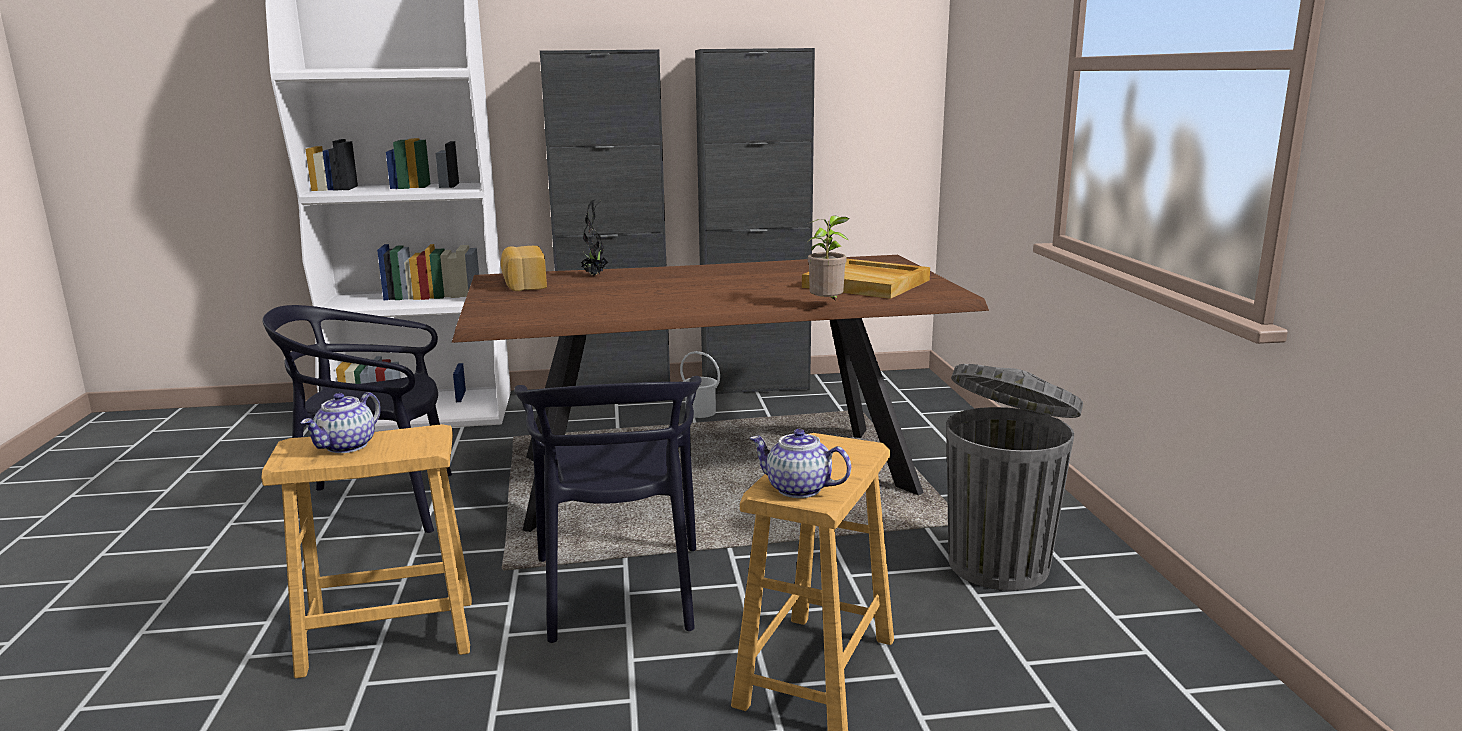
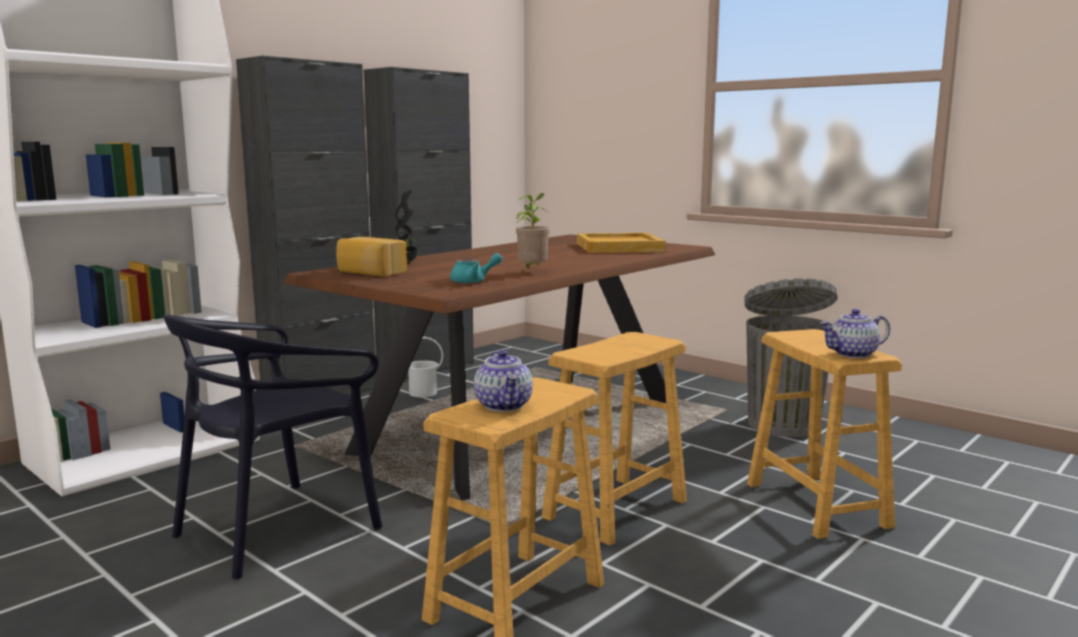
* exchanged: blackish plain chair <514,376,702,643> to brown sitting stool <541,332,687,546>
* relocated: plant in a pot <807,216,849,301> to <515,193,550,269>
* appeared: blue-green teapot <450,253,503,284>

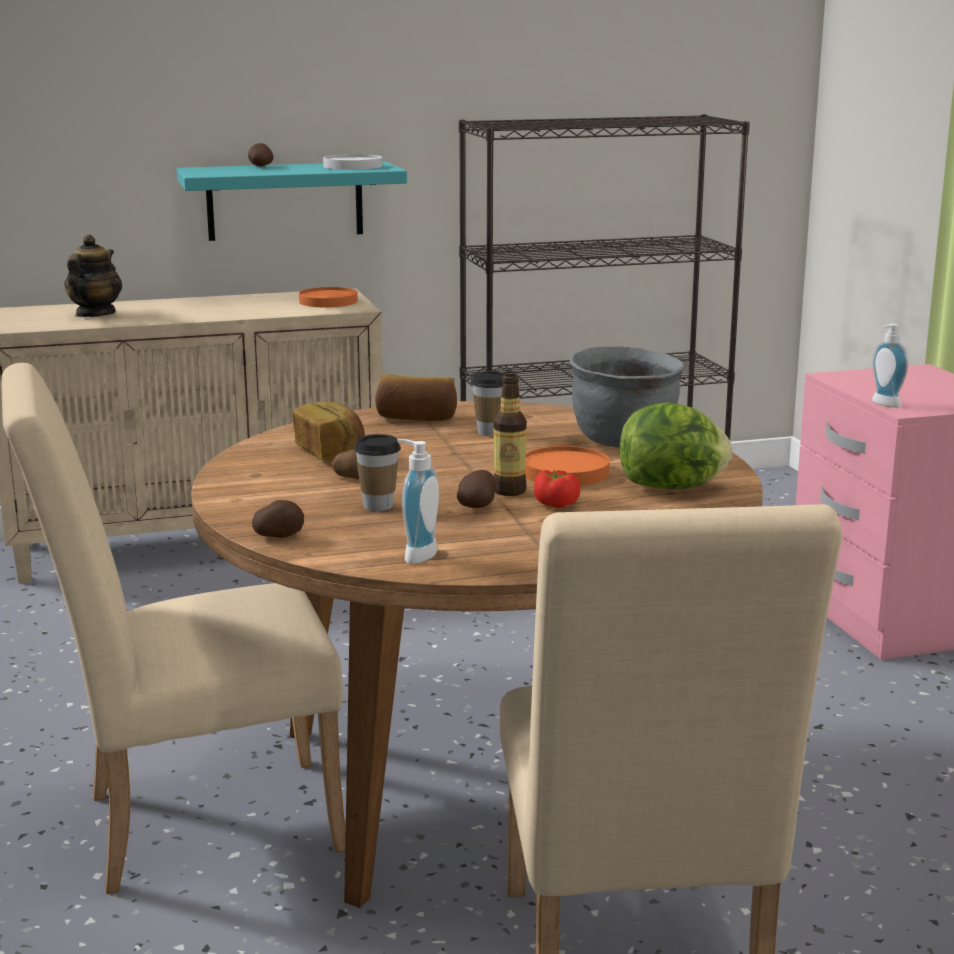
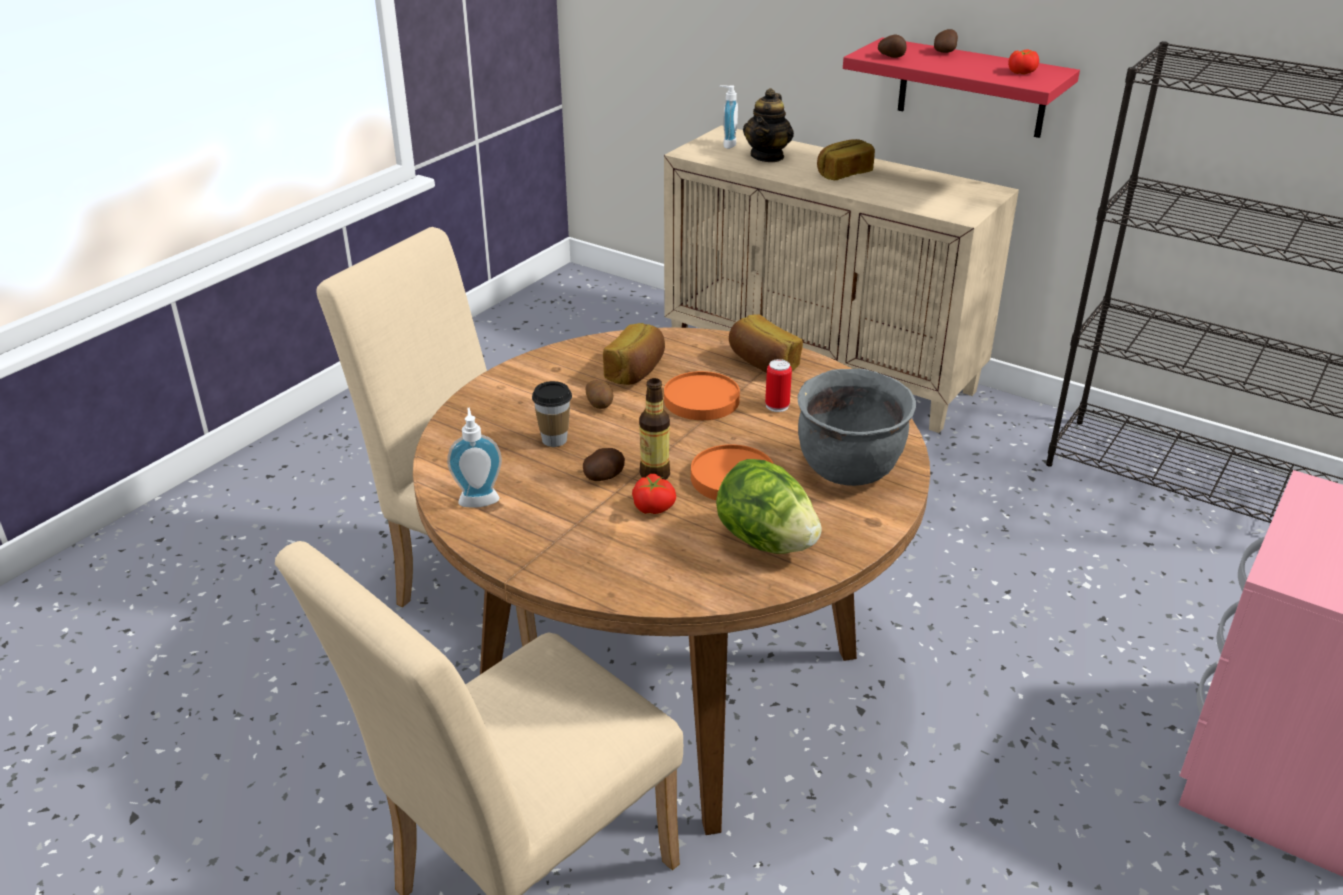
* spun: teapot <64,235,122,317> = <743,88,794,162> 135 degrees clockwise
* colour: blue-green shelf <177,161,407,241> to red shelf <843,37,1080,138>
* relocated: potato <252,500,304,538> to <878,34,907,58>
* relocated: orange-coloured flat dish <299,287,358,307> to <664,371,740,420>
* exchanged: white flat dish <323,154,382,170> to whole tomato <1008,49,1039,74>
* exchanged: cup <470,371,506,436> to can <765,359,792,412>
* relocated: liquid soap bottle <872,324,908,408> to <719,85,738,149>
* appeared: bakery bread <817,139,875,180>

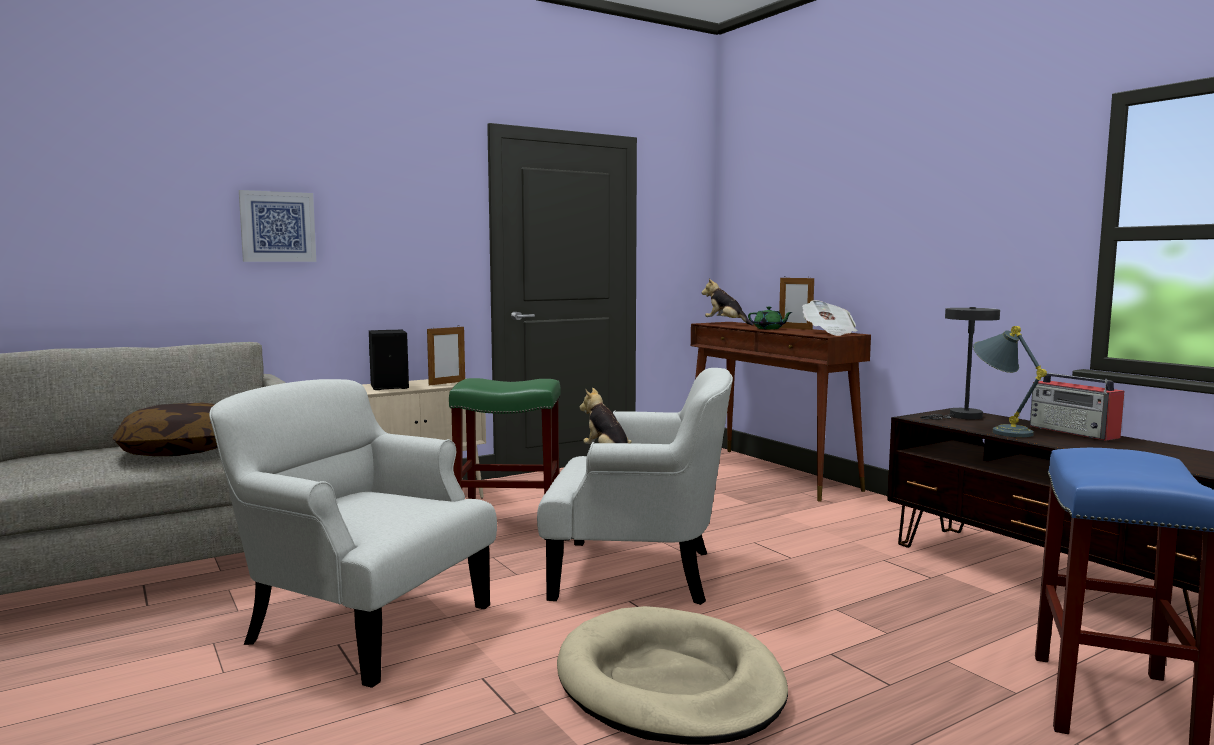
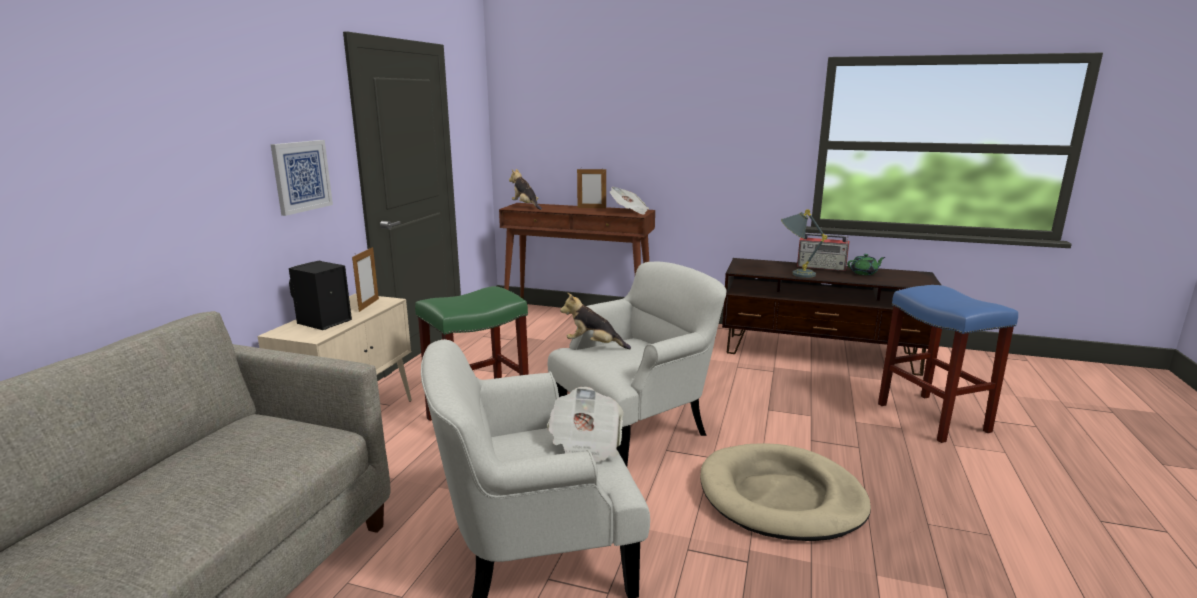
* missing: pillow <113,403,218,456>
* relocated: wall art <239,190,316,262> to <271,140,333,216>
* spun: soft toy <702,278,754,325> = <509,169,542,210> 45 degrees clockwise
* relocated: green teapot <748,307,792,330> to <847,254,885,275>
* missing: grey tabletop lamp <920,307,1000,420>
* appeared: daily paper <547,387,624,462>

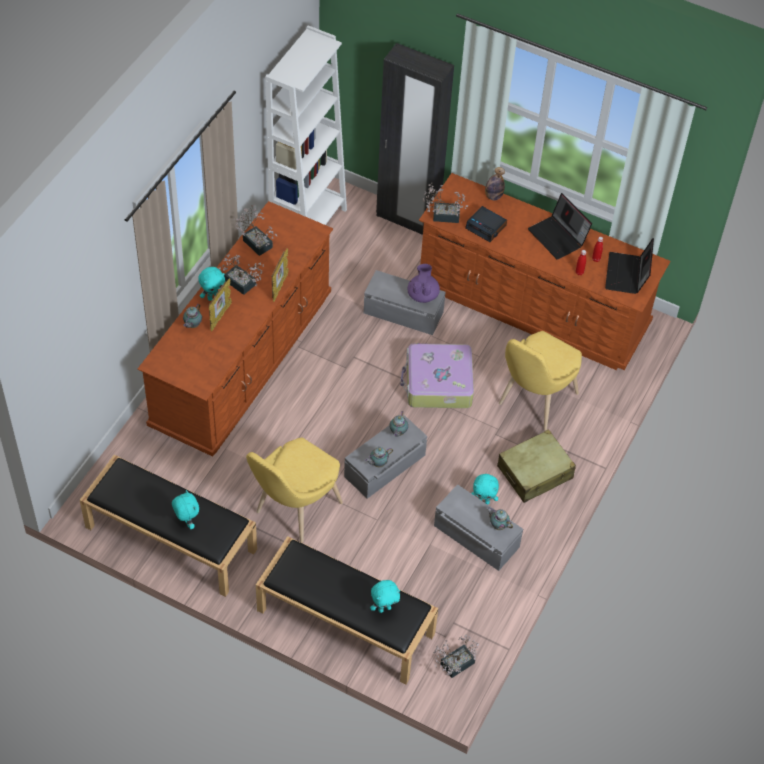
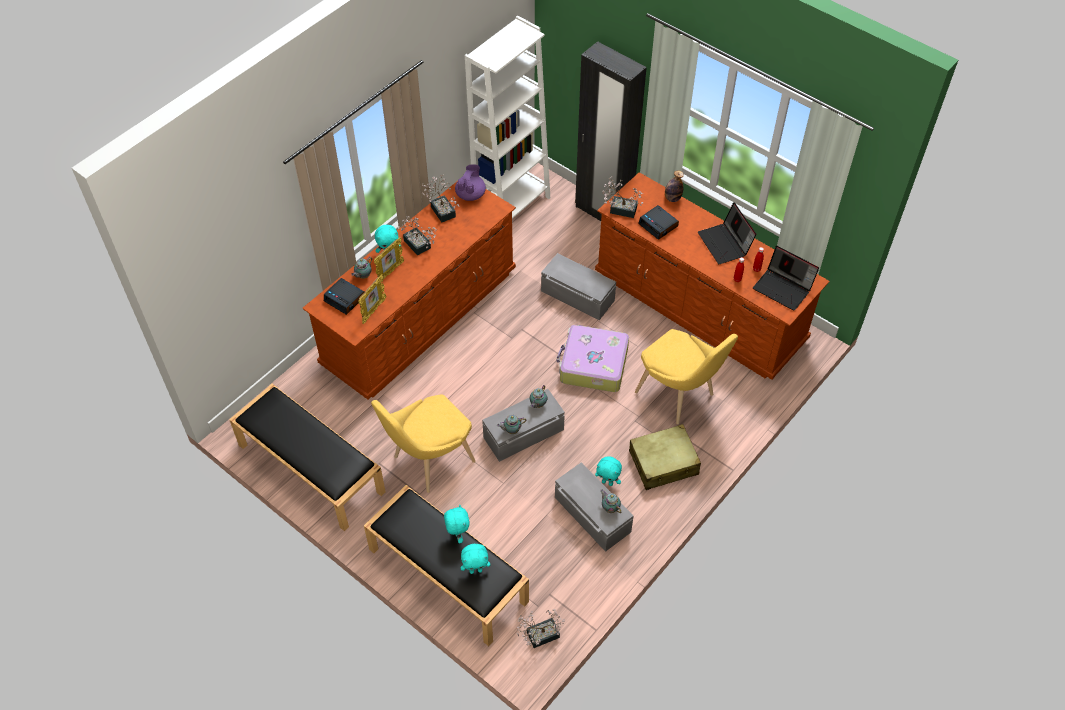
* relocated: blue-green soft toy <172,490,199,529> to <444,505,470,543>
* relocated: picture frame <272,248,289,302> to <358,274,386,324>
* relocated: purple-coloured teapot <408,264,440,303> to <455,164,486,201>
* spun: yellowish plain chair <499,331,582,430> = <635,329,738,424> 90 degrees counterclockwise
* spun: laptop <605,238,654,294> = <753,246,819,311> 75 degrees counterclockwise
* appeared: table clock <324,278,364,315>

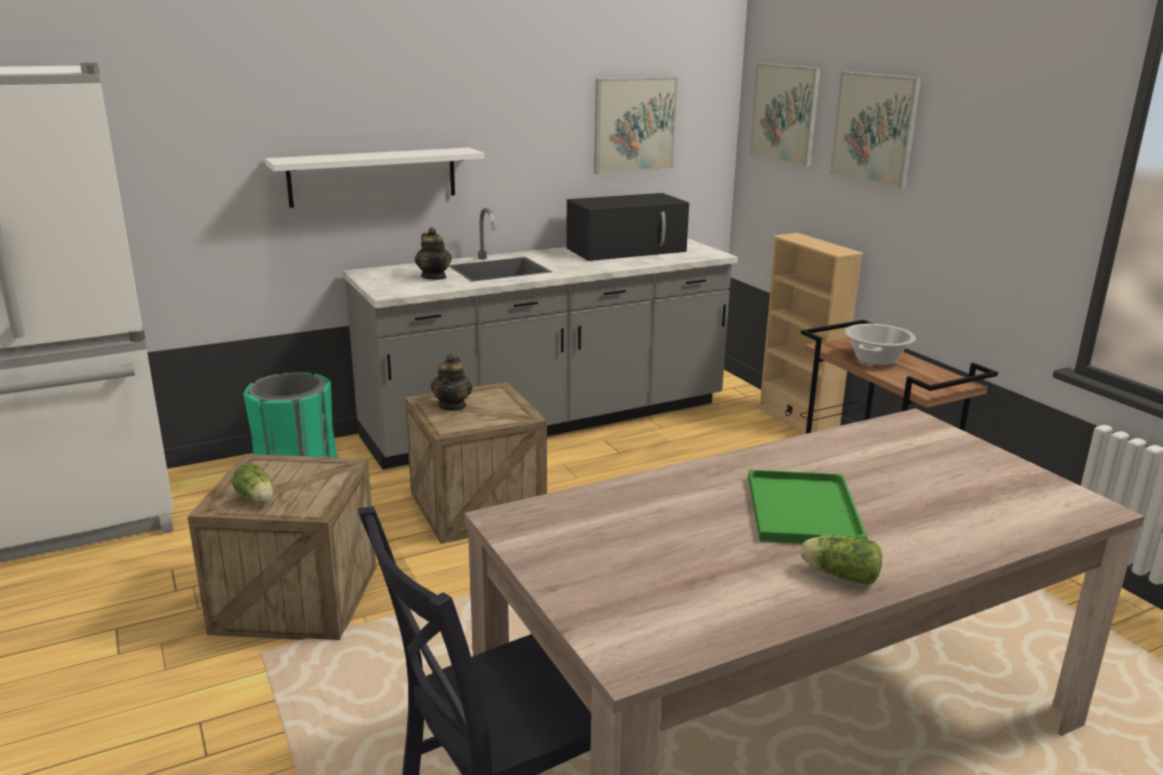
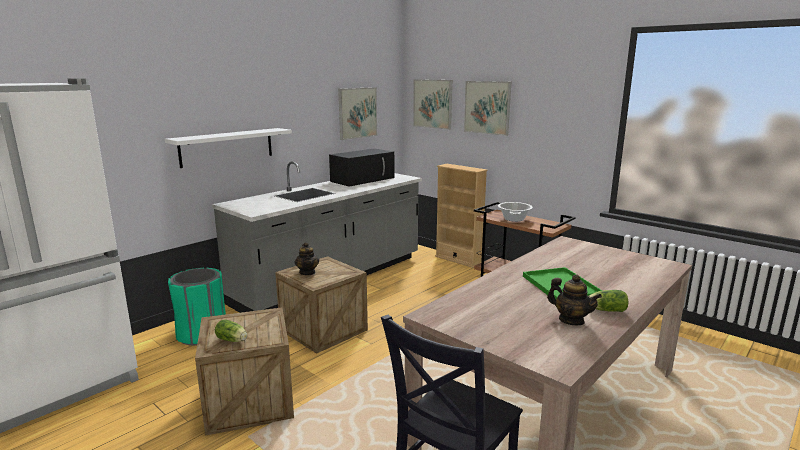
* relocated: teapot <415,228,452,280> to <547,274,602,325>

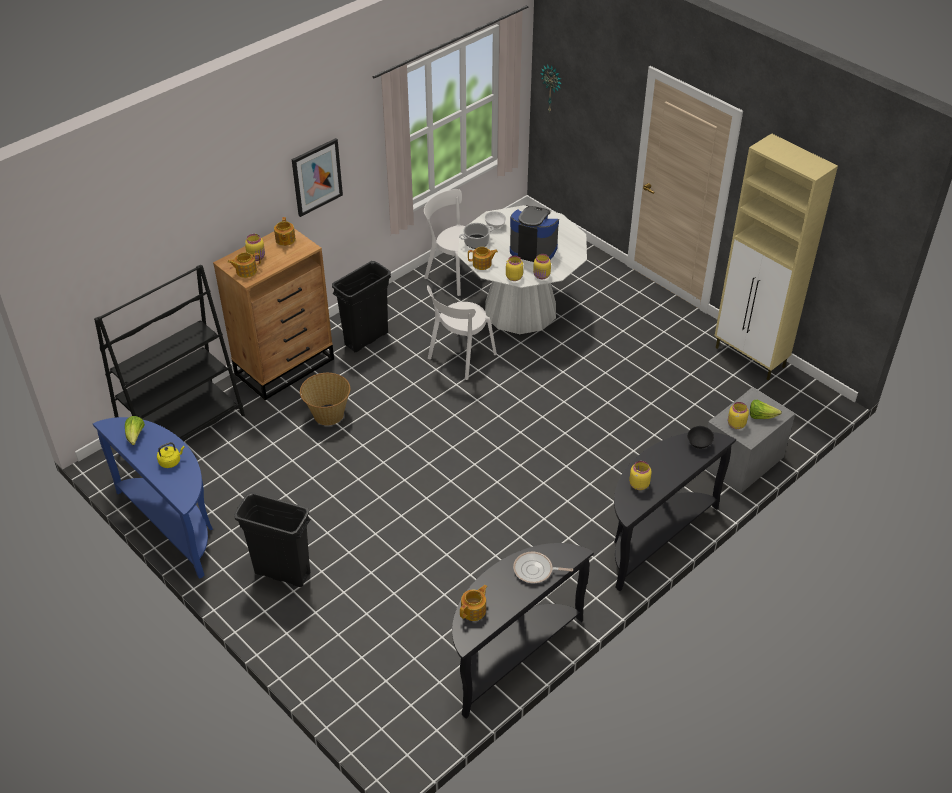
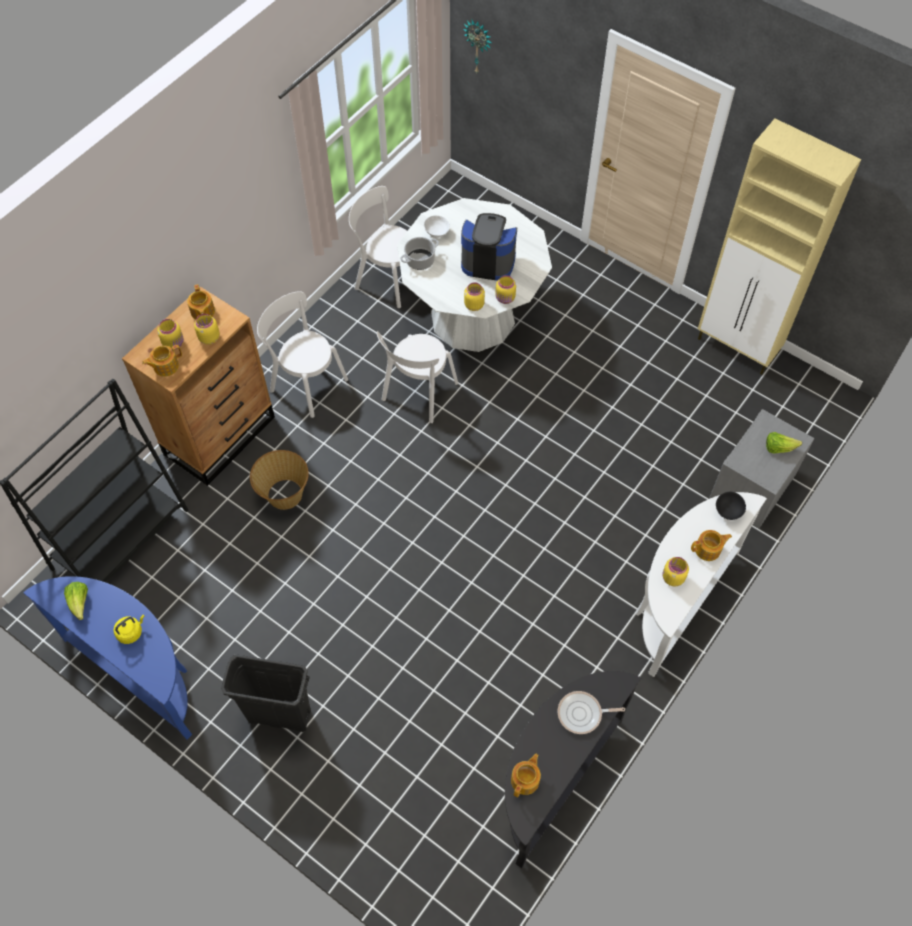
* missing: wall art <292,138,343,217>
* exchanged: blackish waste bin <332,261,391,352> to white plain chair <257,291,348,418>
* relocated: teapot <468,247,498,270> to <691,530,732,561>
* colour: blackish hall table <614,432,736,591> to white hall table <636,492,767,677>
* relocated: yellowish jar <728,402,749,429> to <194,314,220,345>

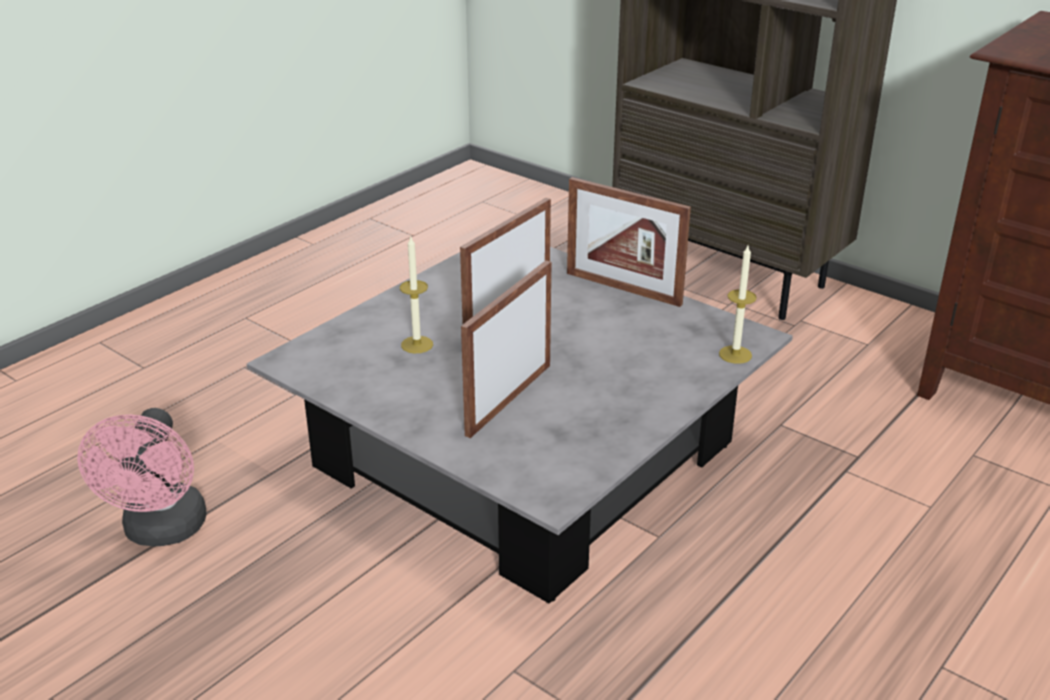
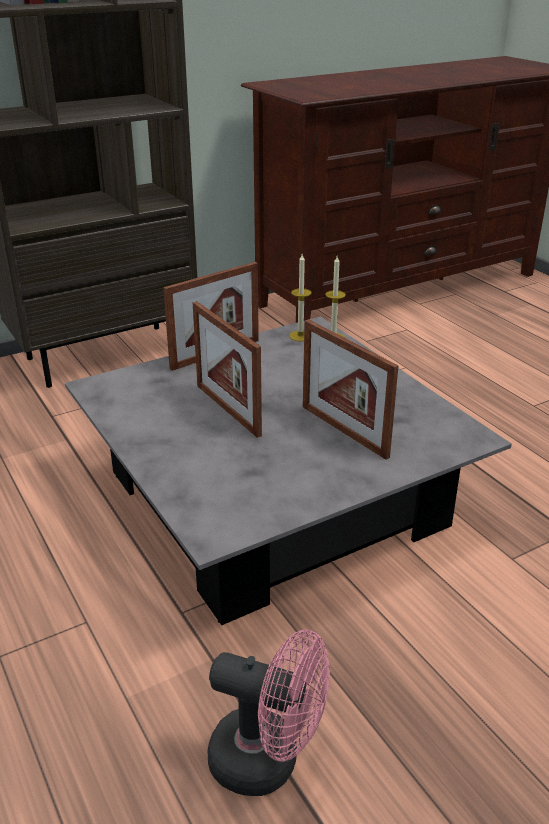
* relocated: candle <400,237,433,353> to <289,254,312,341>

